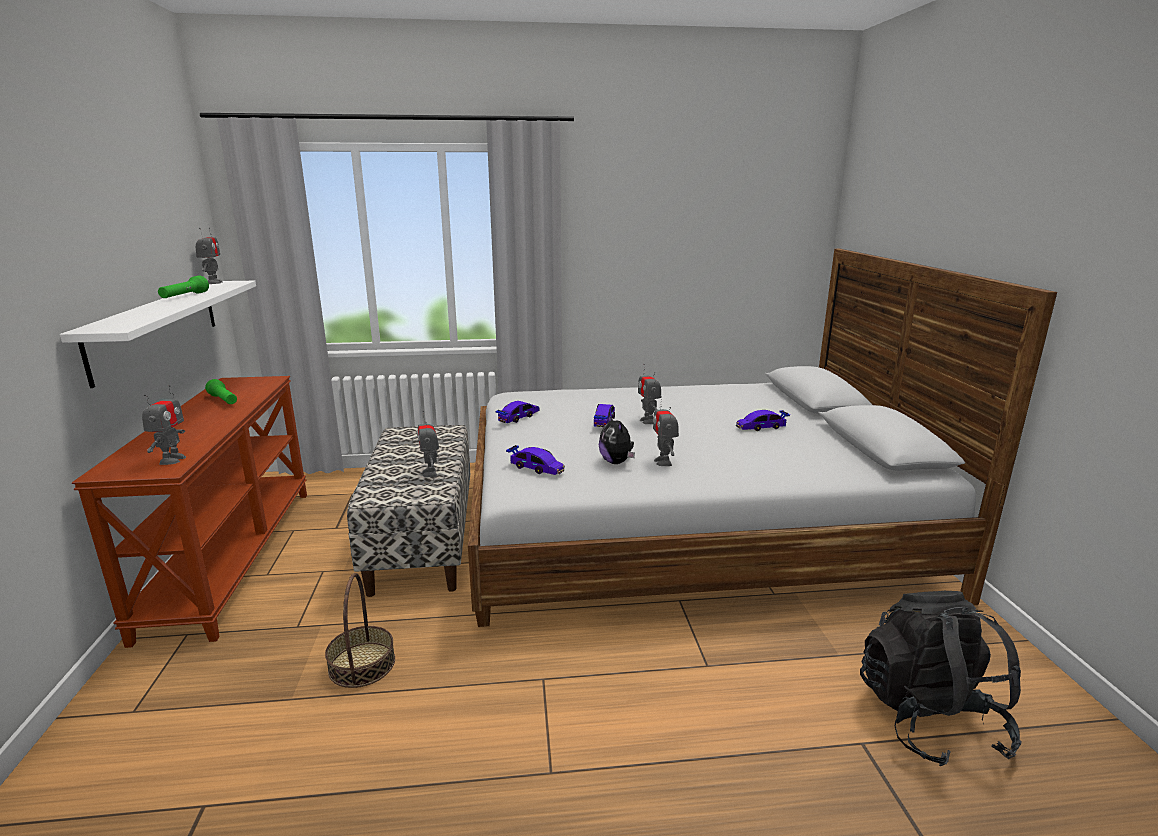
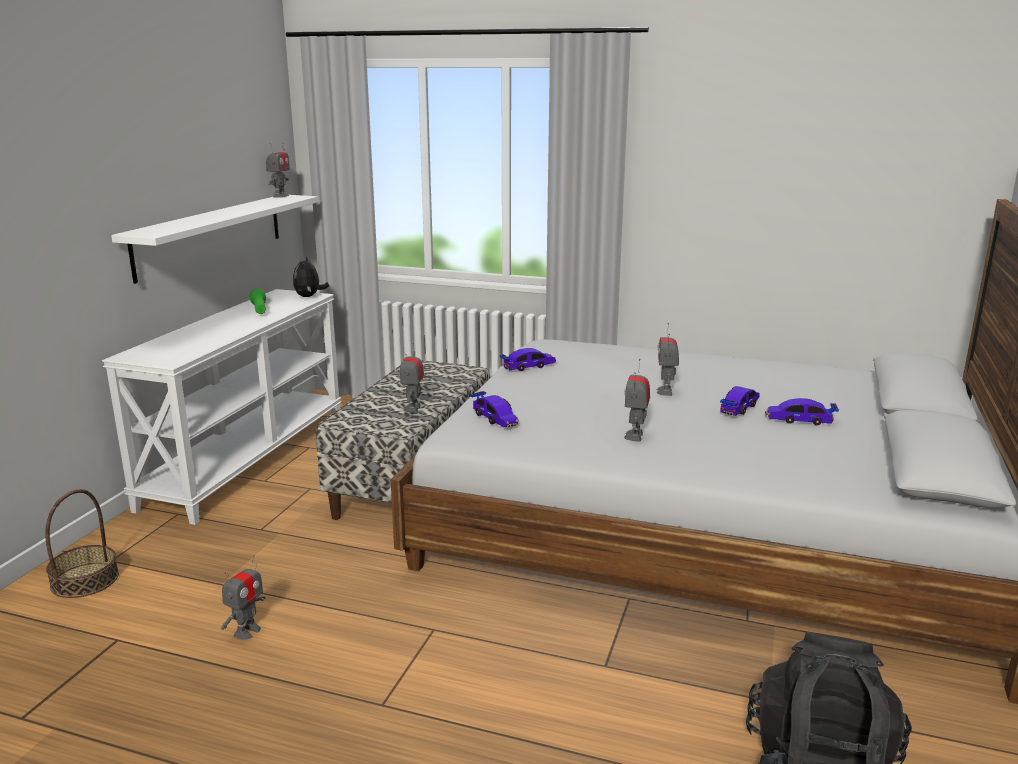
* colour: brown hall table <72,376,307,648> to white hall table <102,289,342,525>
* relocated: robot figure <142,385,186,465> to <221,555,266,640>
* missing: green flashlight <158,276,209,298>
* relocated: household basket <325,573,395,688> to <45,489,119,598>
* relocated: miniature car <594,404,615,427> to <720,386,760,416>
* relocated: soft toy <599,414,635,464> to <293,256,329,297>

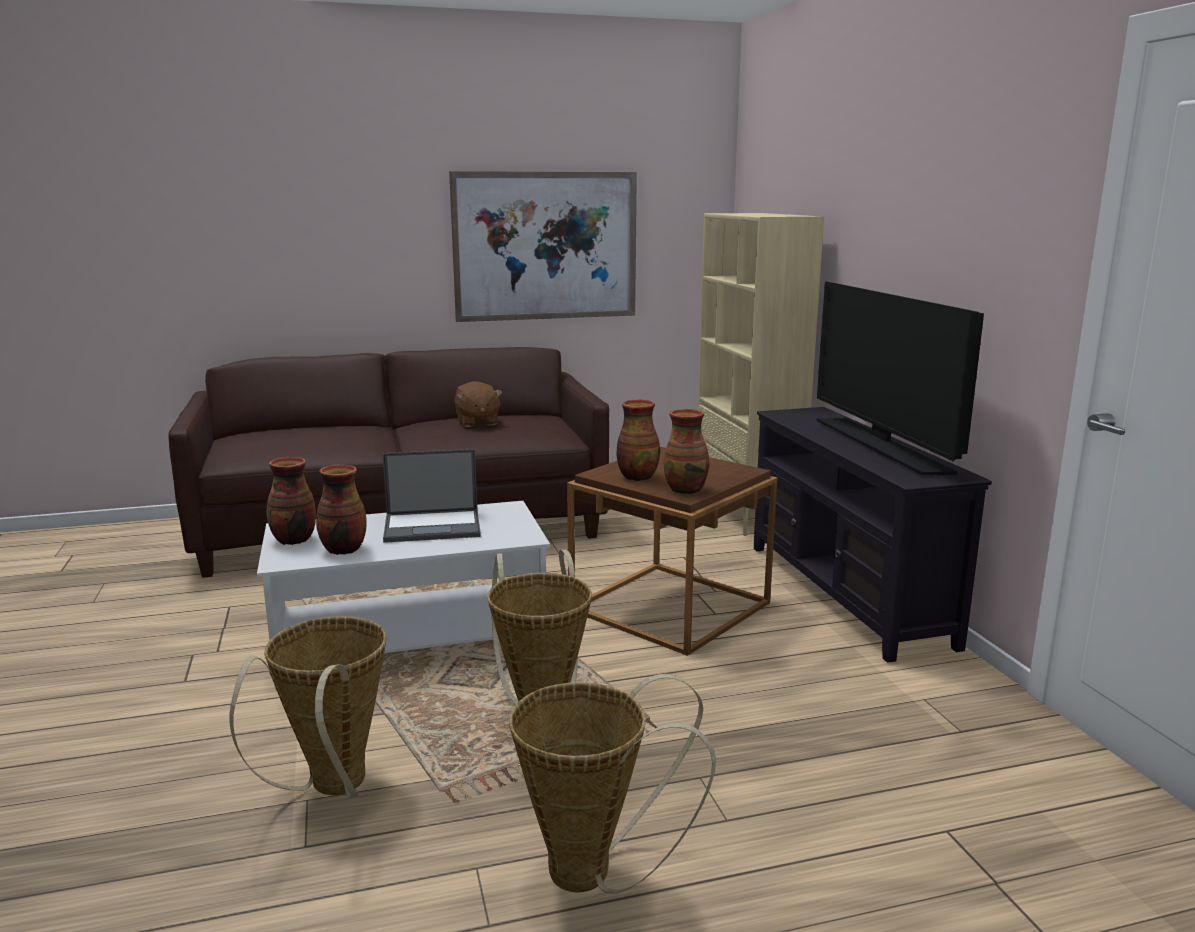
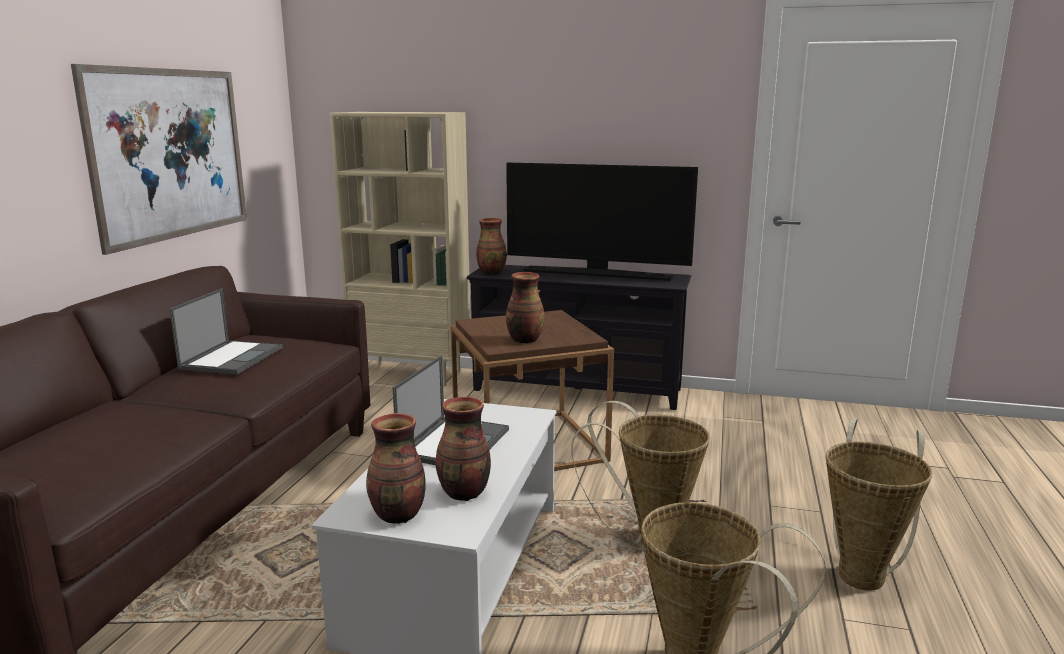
* exchanged: brown soft toy <454,381,503,427> to laptop <170,288,283,375>
* relocated: decorative vase <664,409,709,494> to <476,218,507,274>

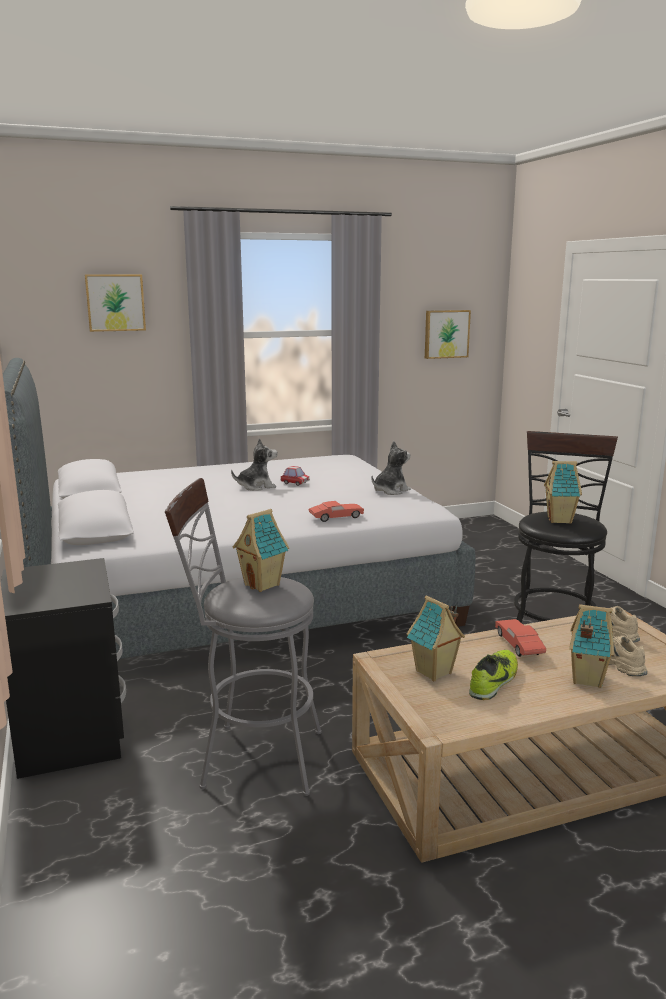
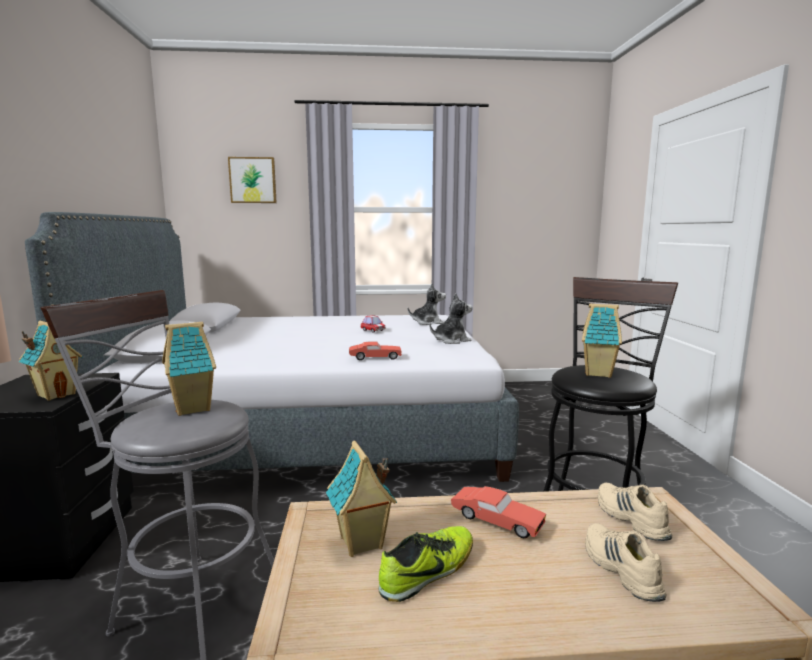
* relocated: soft toy <231,438,277,491> to <407,283,446,325>
* missing: wall art <425,310,471,359>
* spun: red miniature car <495,619,546,657> = <451,486,546,538> 120 degrees clockwise
* relocated: model house <569,604,614,688> to <19,321,83,401>

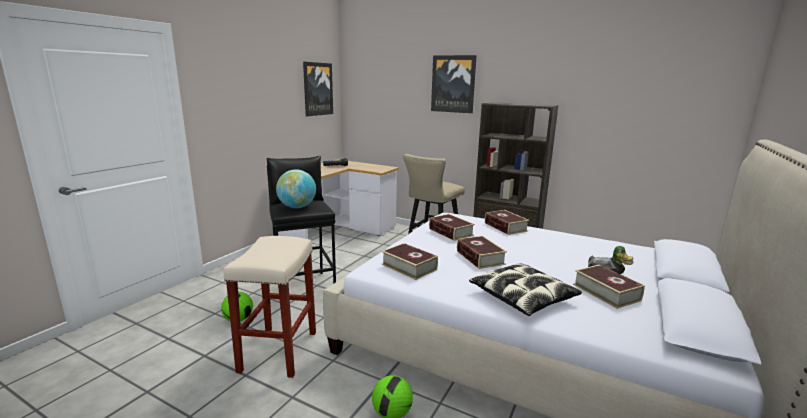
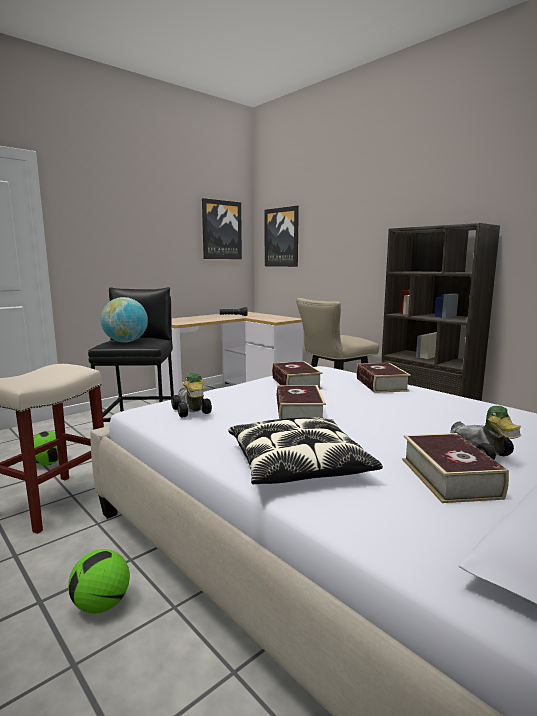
* exchanged: bound book <381,243,438,280> to miniature car <171,373,212,418>
* relocated: wall art <431,55,477,113> to <265,206,299,267>

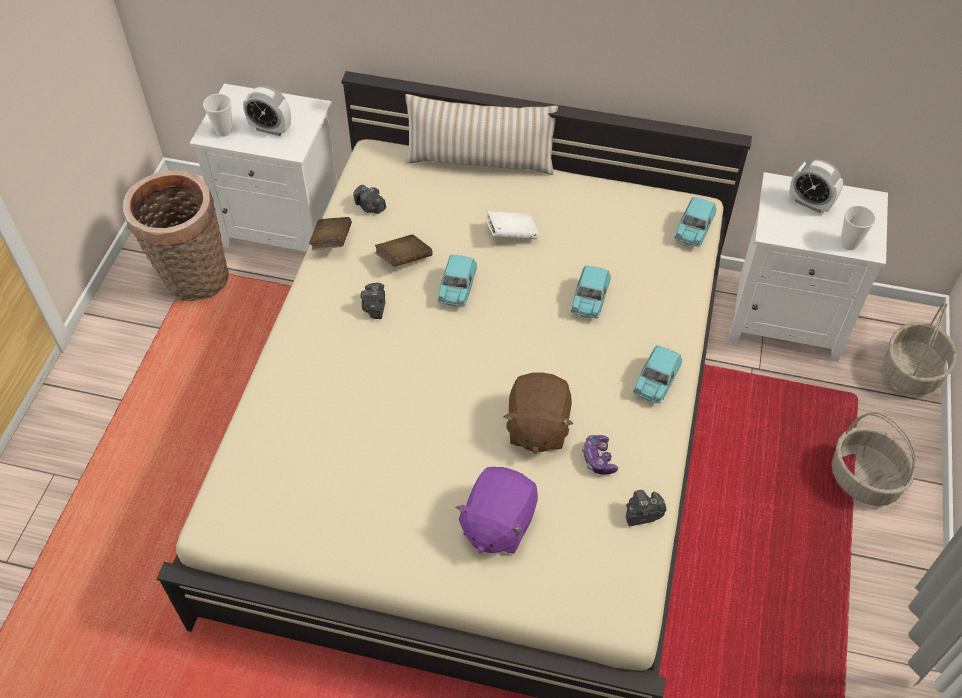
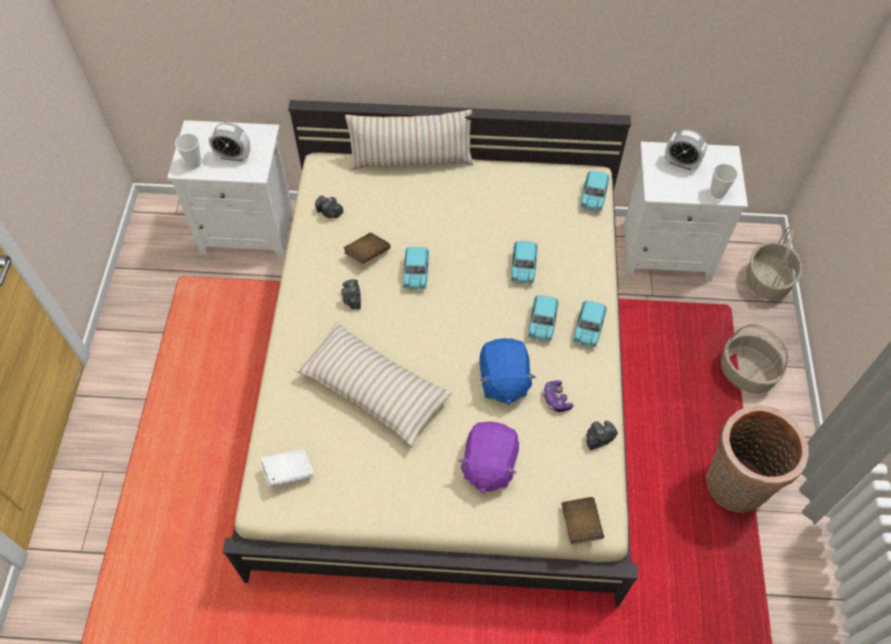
* relocated: household basket <123,170,229,302> to <706,405,809,513>
* relocated: brown bound book <309,217,352,250> to <561,497,604,545>
* relocated: white bound book <486,211,539,239> to <260,449,313,487>
* colour: brown soft toy <503,372,573,454> to blue soft toy <479,338,536,405>
* appeared: sand-coloured pillow <294,322,452,447>
* appeared: blue-green miniature car <528,295,559,341>

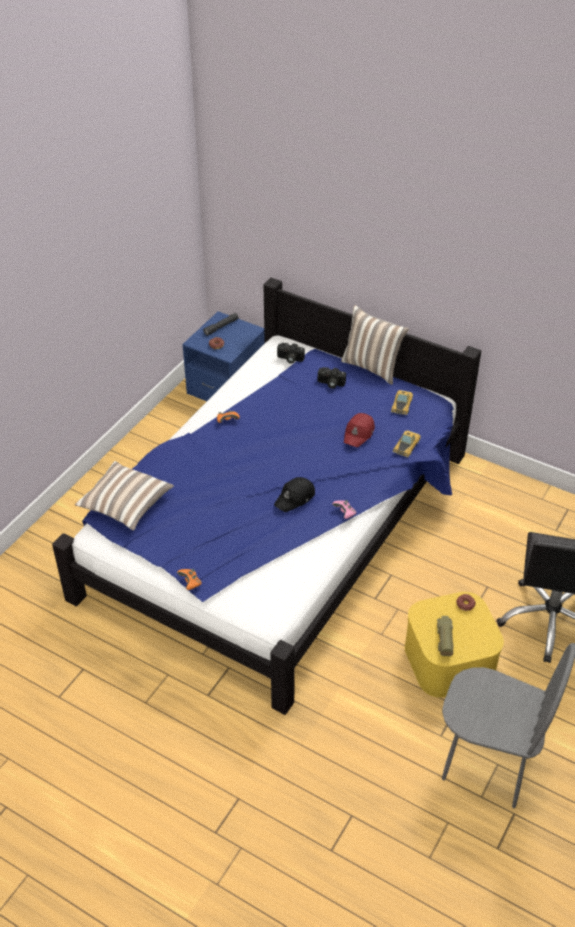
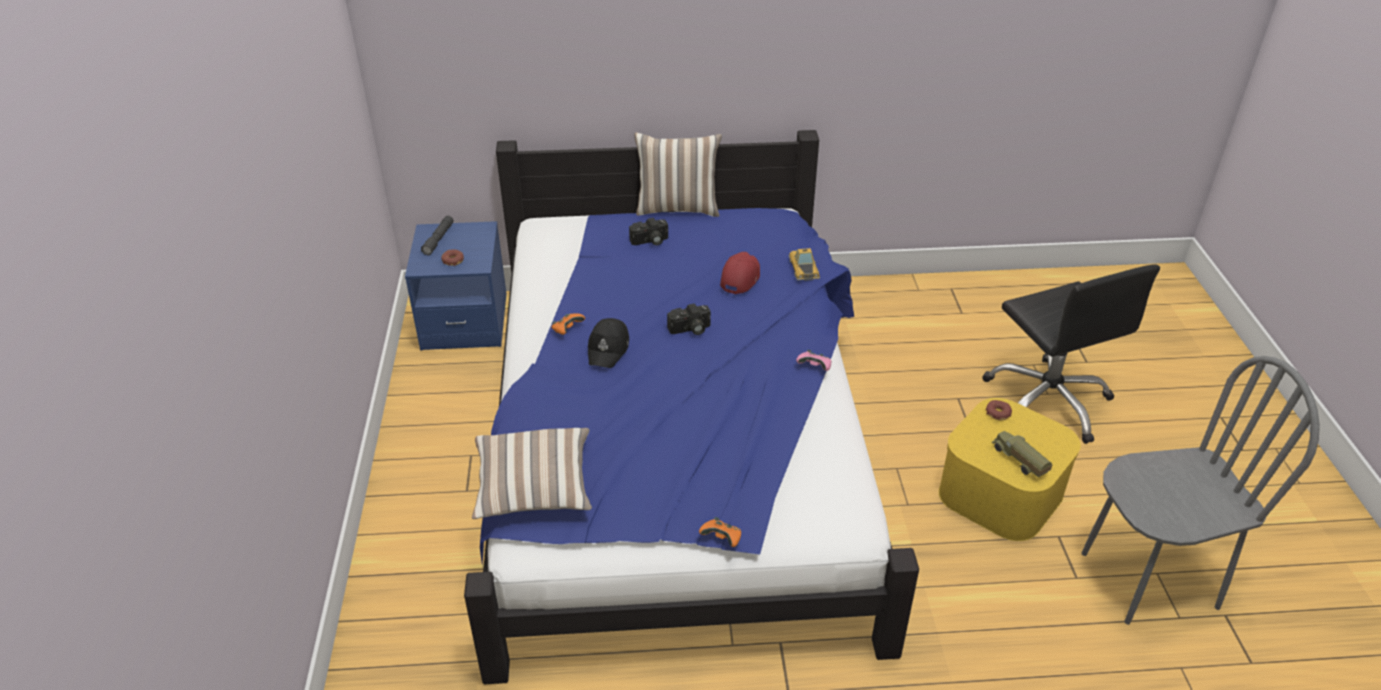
* relocated: blackish baseball cap <274,477,315,512> to <588,318,629,368>
* relocated: photo camera <277,343,305,364> to <667,304,711,335>
* spun: red baseball cap <344,413,375,447> = <720,252,760,294> 150 degrees counterclockwise
* missing: miniature car <391,390,413,415>

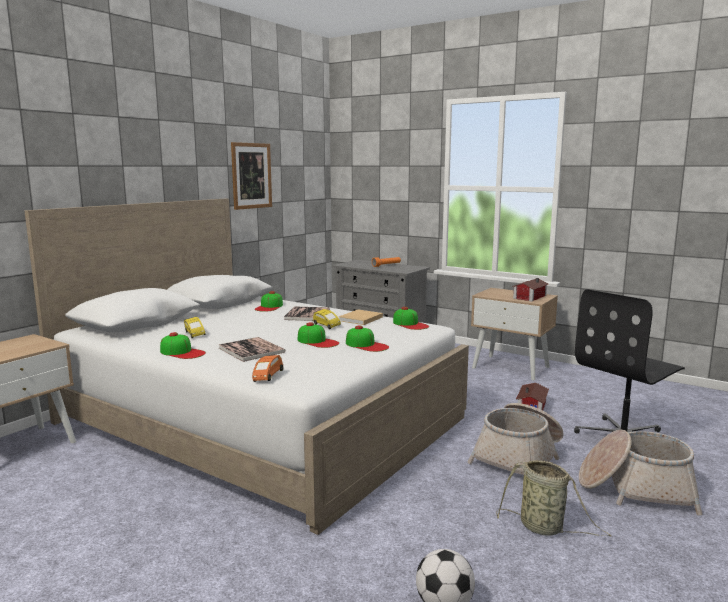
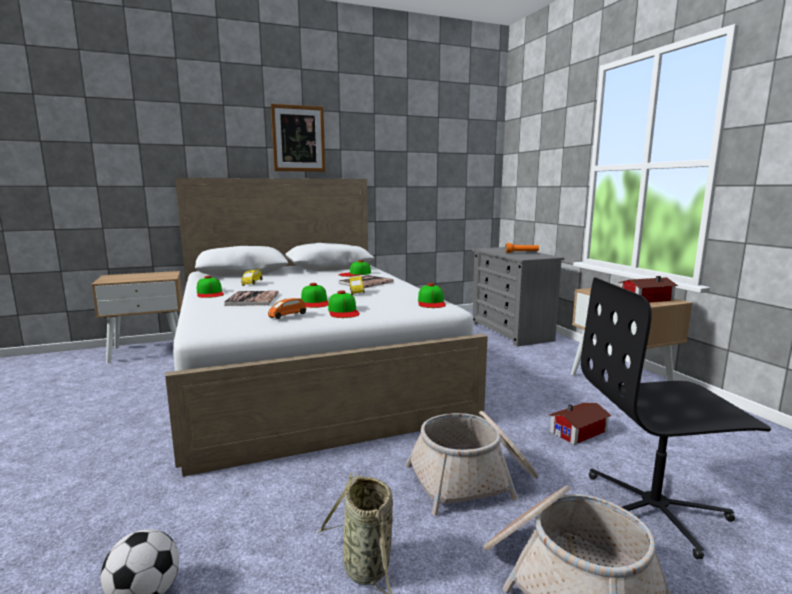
* relocated: wall art <231,142,272,210> to <271,104,325,172>
* relocated: orange-coloured miniature car <252,355,283,382> to <268,298,306,319>
* missing: sand-coloured bound book <339,309,383,325>

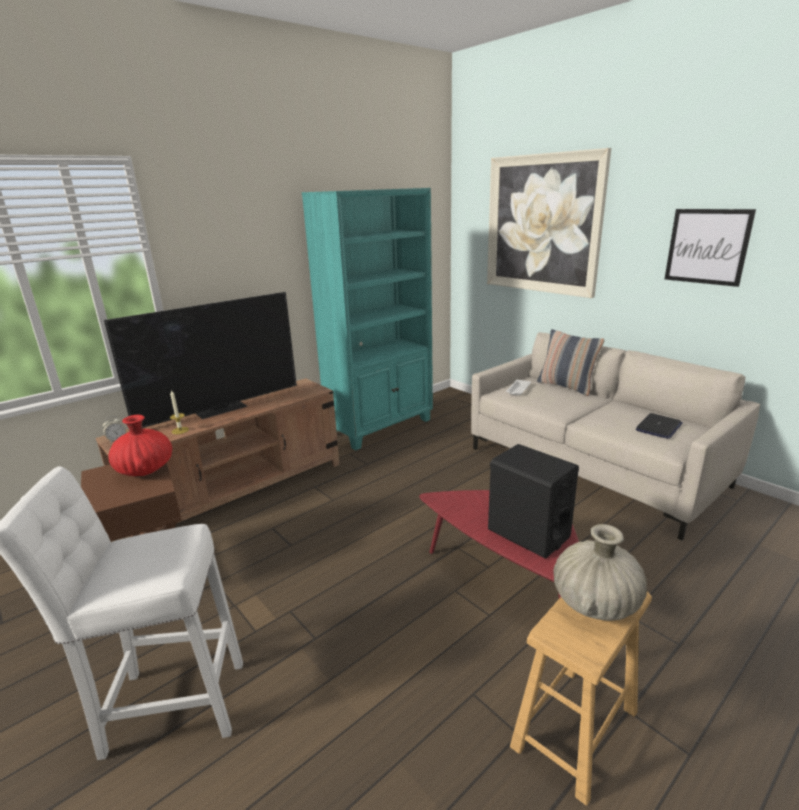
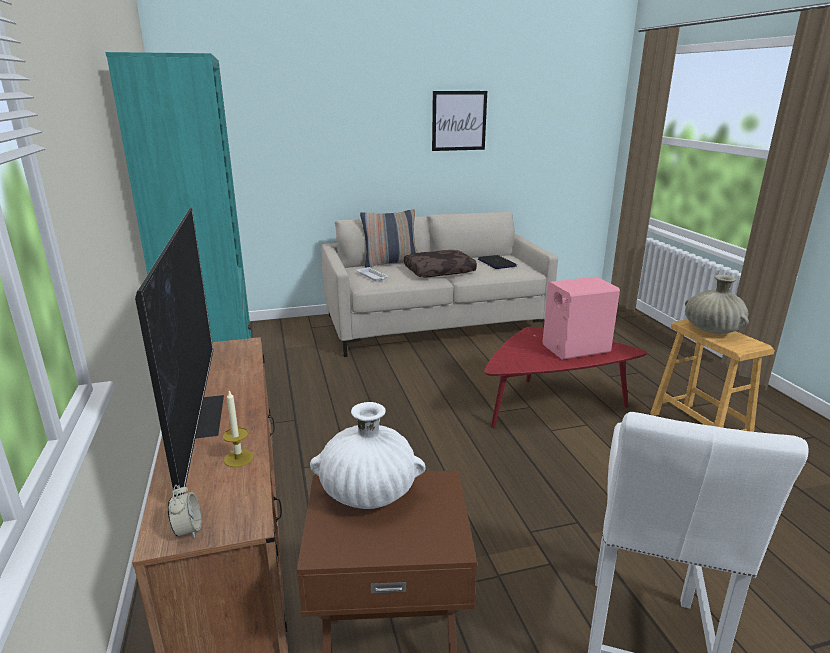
* colour: red decorative vase <109,415,172,476> to white decorative vase <310,402,426,509>
* missing: wall art <487,148,611,298>
* colour: blackish loudspeaker <488,444,579,559> to pinkish loudspeaker <543,276,620,360>
* appeared: brown pillow <404,250,477,278>

